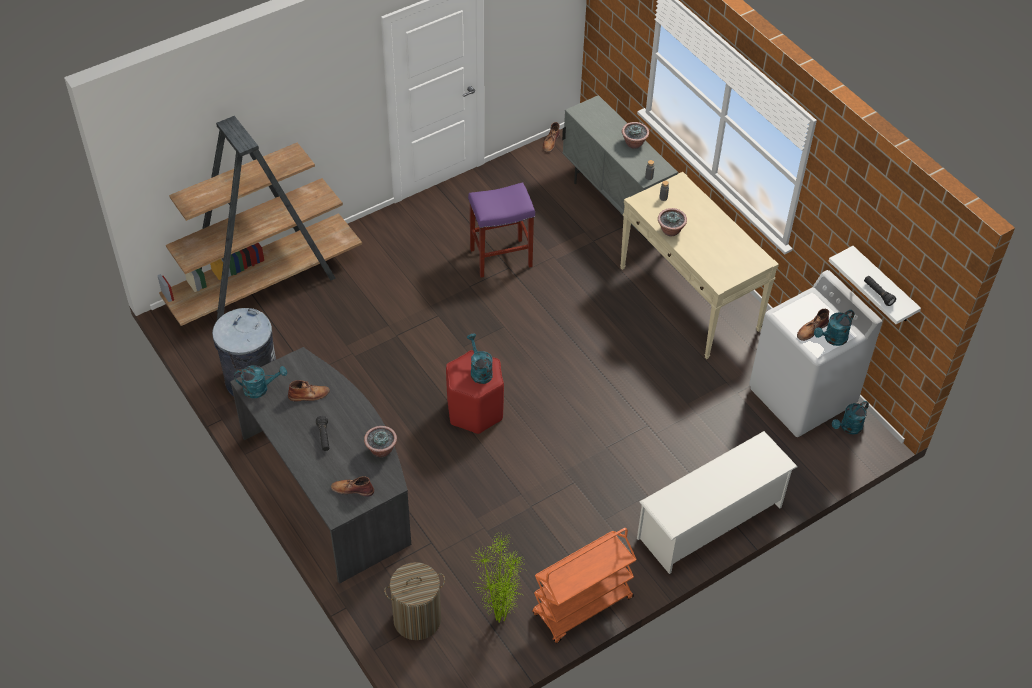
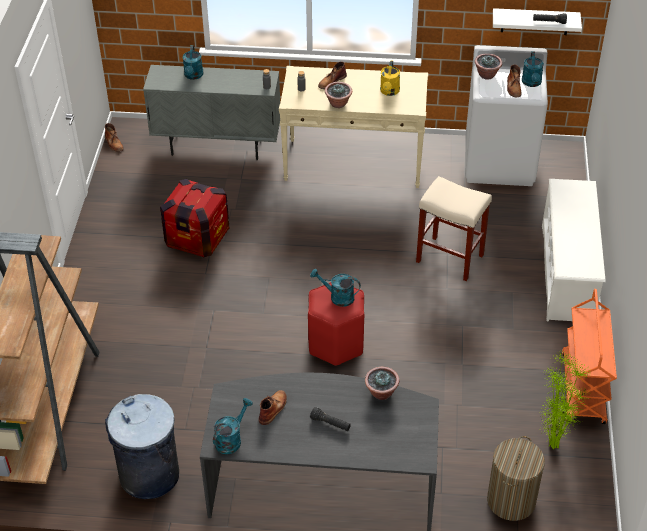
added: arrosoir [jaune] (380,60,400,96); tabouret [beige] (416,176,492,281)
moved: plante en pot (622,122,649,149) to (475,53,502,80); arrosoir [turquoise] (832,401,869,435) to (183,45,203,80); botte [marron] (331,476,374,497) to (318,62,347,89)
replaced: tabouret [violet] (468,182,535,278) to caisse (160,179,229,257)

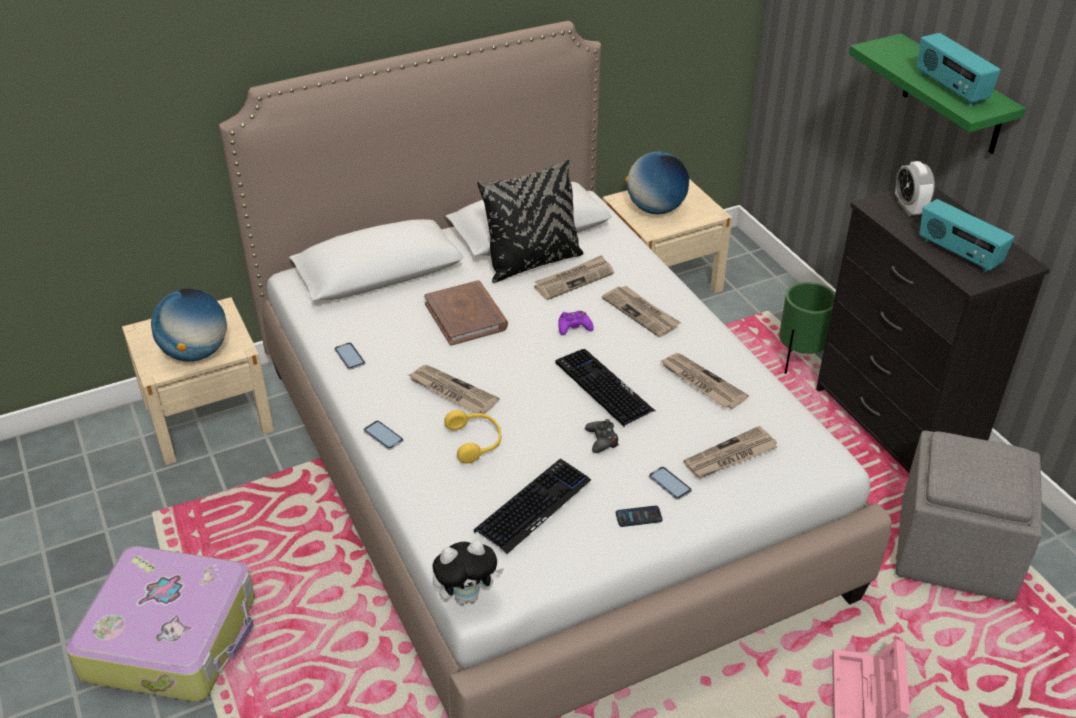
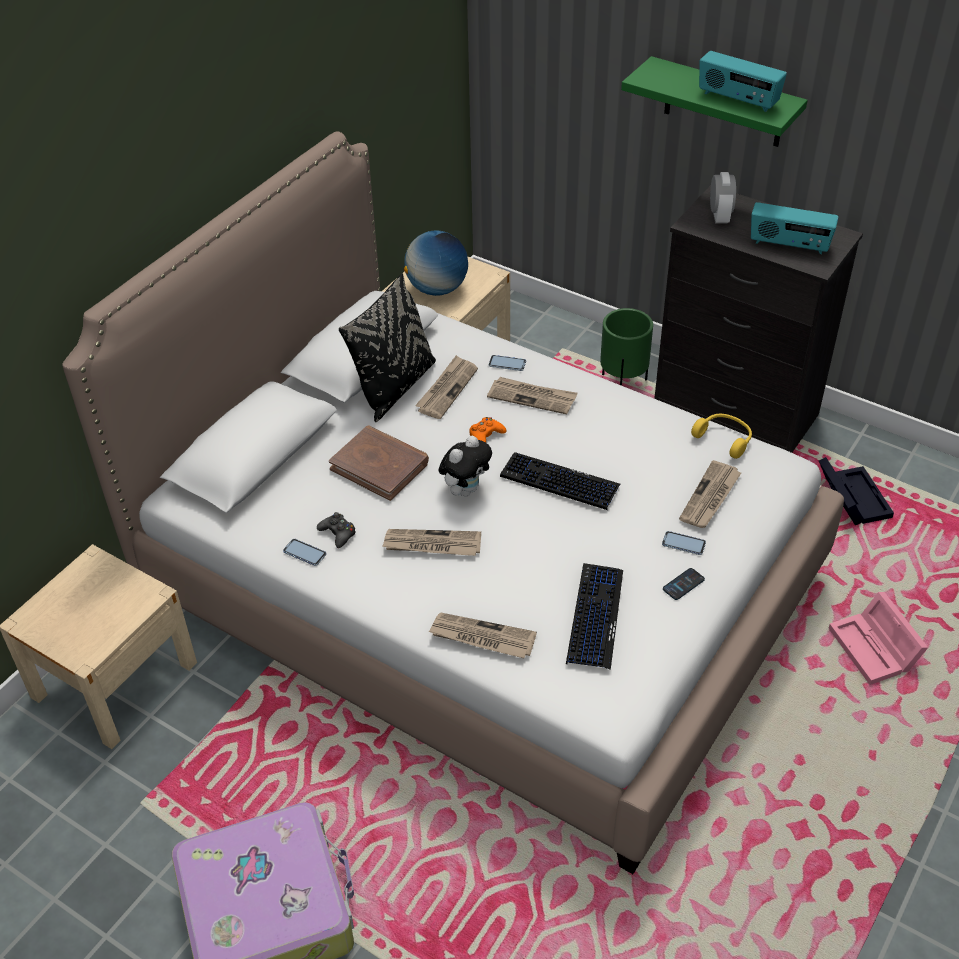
removed: globe (151,289,227,362)
moved: journal (660,353,749,409) to (428,613,537,658); casque audio [jaune] (444,410,501,463) to (691,414,752,459); manette [noir] (585,419,619,453) to (317,512,356,548); téléphone (364,420,403,450) to (489,355,526,371); peluche (433,540,504,605) to (439,436,492,496)
replaced: pouf [gris] (896,431,1042,601) to boîte de rangement [noir] (819,457,894,525)
recoloured: manette [violet] (558,311,594,335) to manette [orange] (470,417,506,443)
turned: réveil (895,161,935,216) = (710,172,736,224) 135 degrees counterclockwise

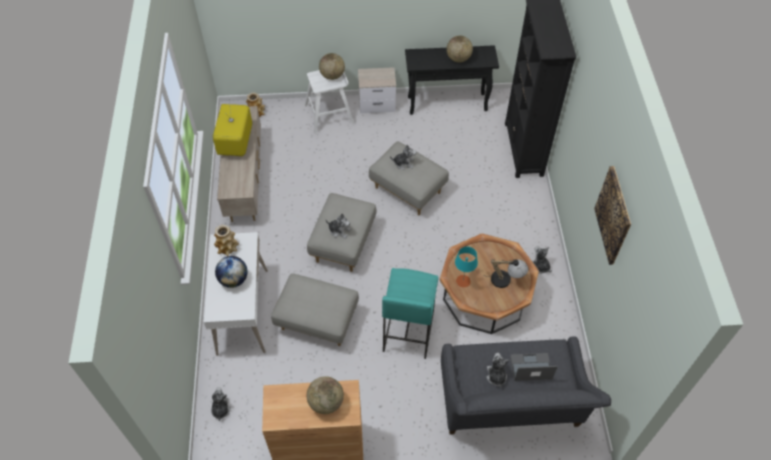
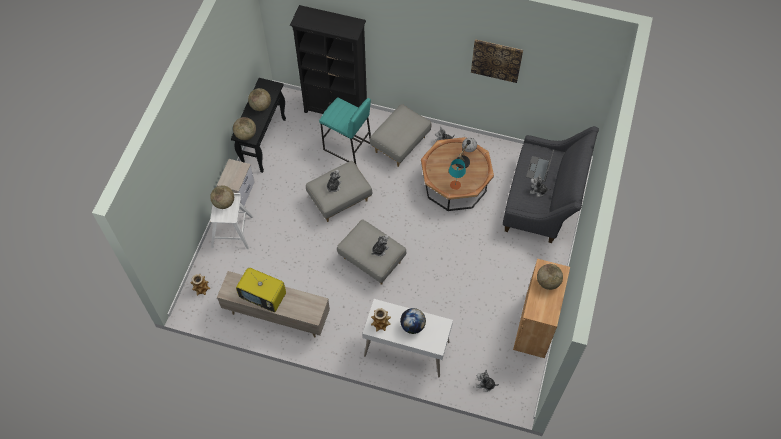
added: globe (233,117,256,140)
moved: tabouret [turquoise] (382,268,438,359) to (319,97,371,166); pouf [gris] (271,273,359,346) to (370,104,431,167)

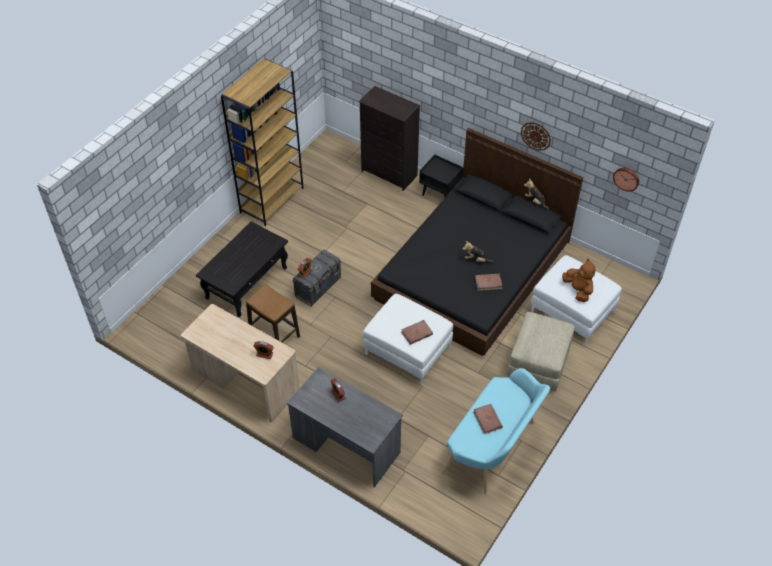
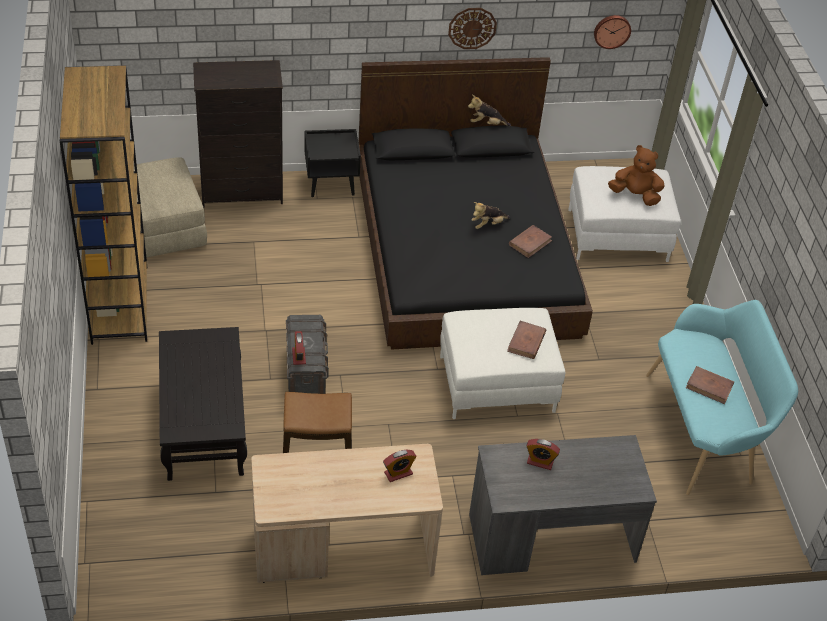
moved: pouf [beige] (507,312,575,391) to (134,157,207,257)

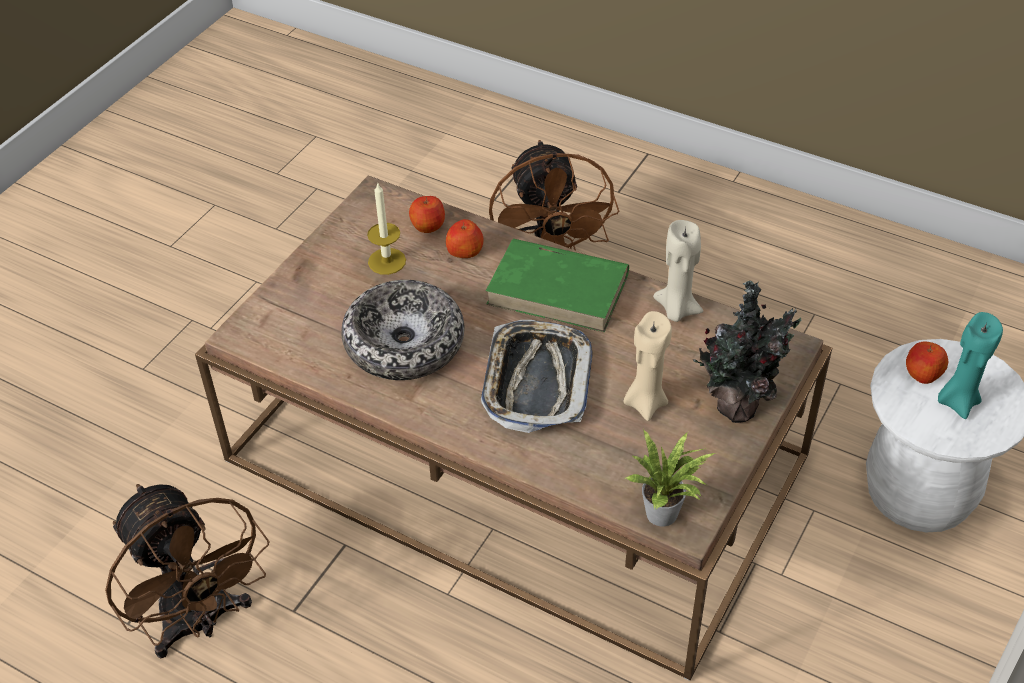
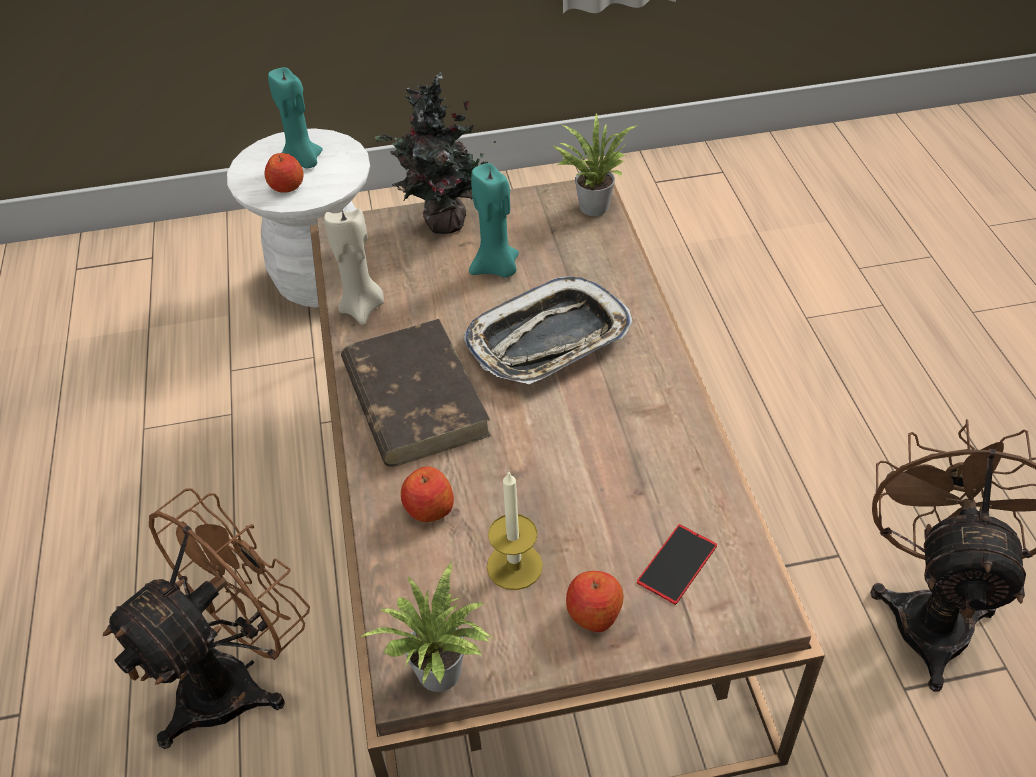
removed: bol (341,280,465,380)
added: téléphone (637,524,717,605); plante en pot (358,562,494,692)
moved: pomme (409,196,445,233) to (566,571,624,632)
recoloured: livre [vert] (486,239,629,333) to livre [marron] (341,319,491,467); bougie [beige] (624,311,672,421) to bougie [turquoise] (469,163,519,277)

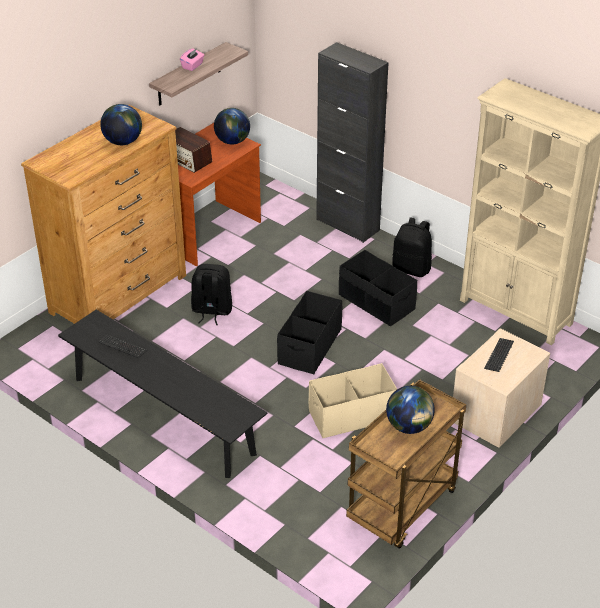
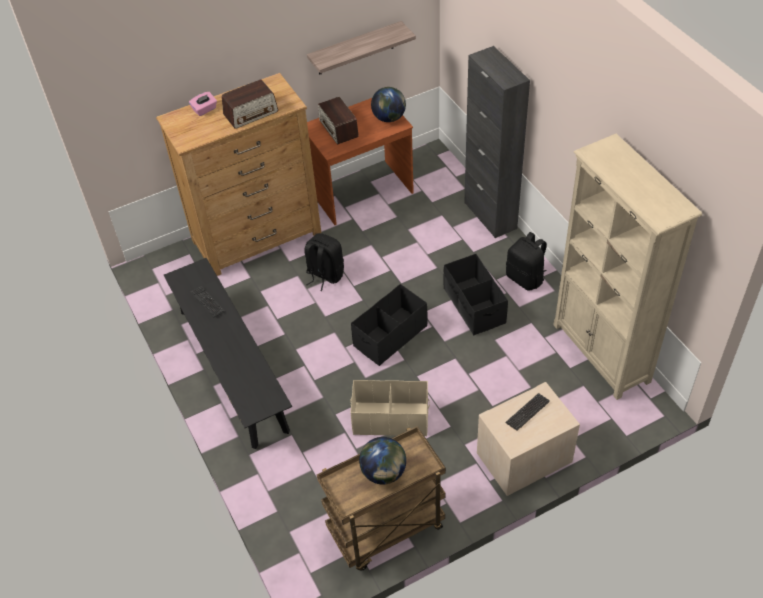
moved: boîte à mouchoirs [rose] (180,48,204,71) to (189,92,217,116)
replaced: globe (100,104,142,145) to radio (222,80,278,129)

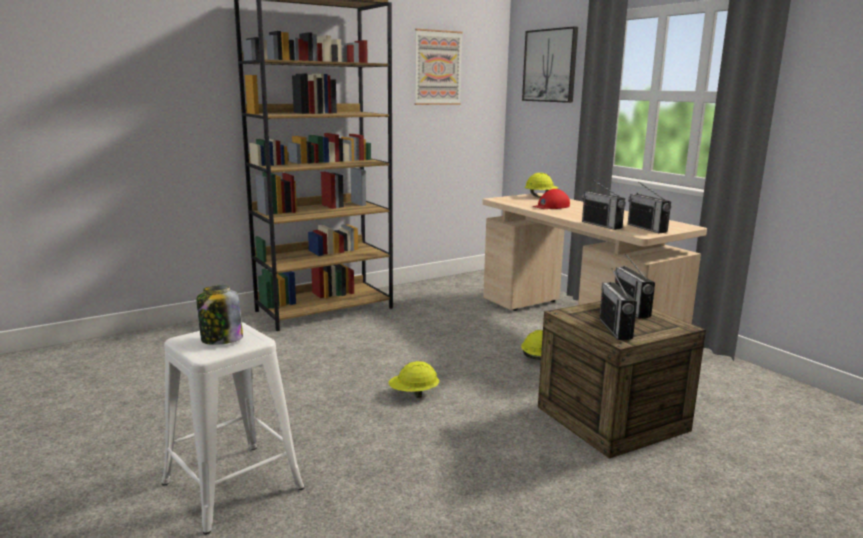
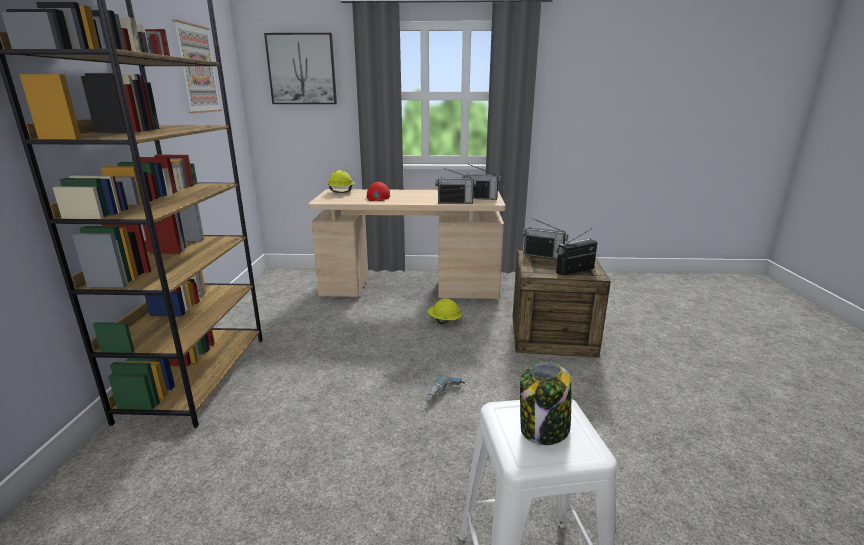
replaced: casque de chantier [jaune] (389,361,439,398) to perceuse (426,376,465,403)
turned: radio (599,268,637,340) = (556,228,597,276) 120 degrees clockwise

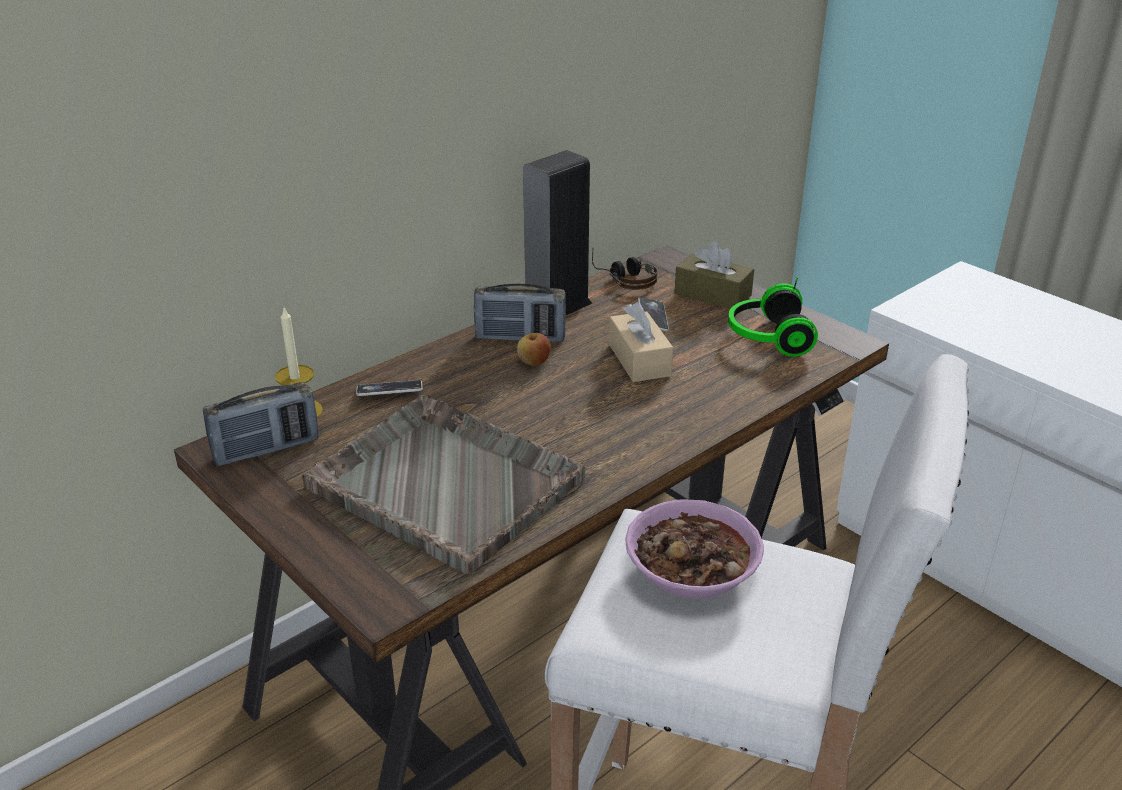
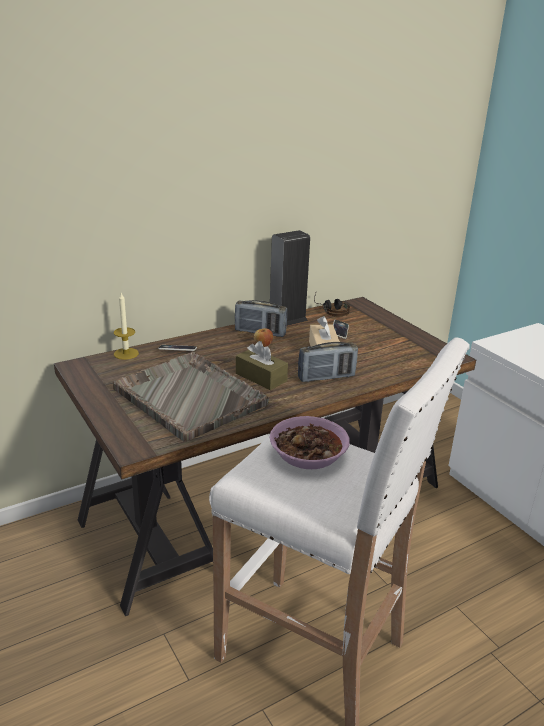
removed: casque audio (728,278,818,357)
moved: boîte à mouchoirs [marron] (674,242,754,309) to (236,341,288,390); radio (203,382,319,466) to (298,342,358,382)

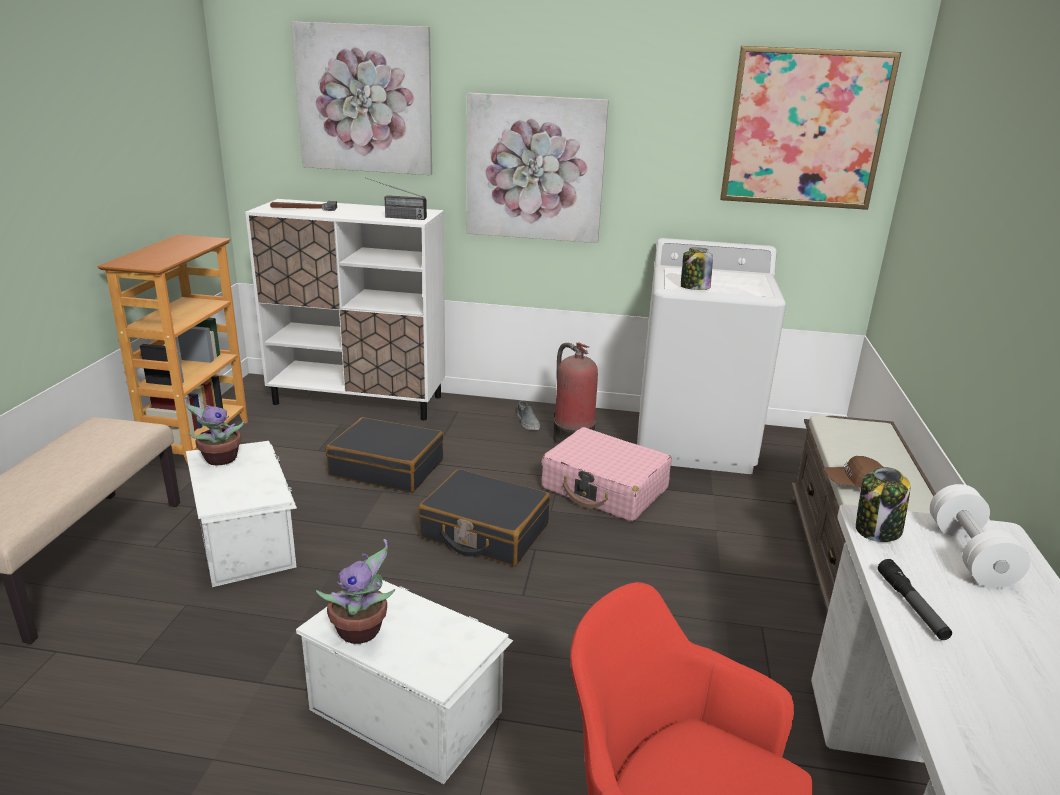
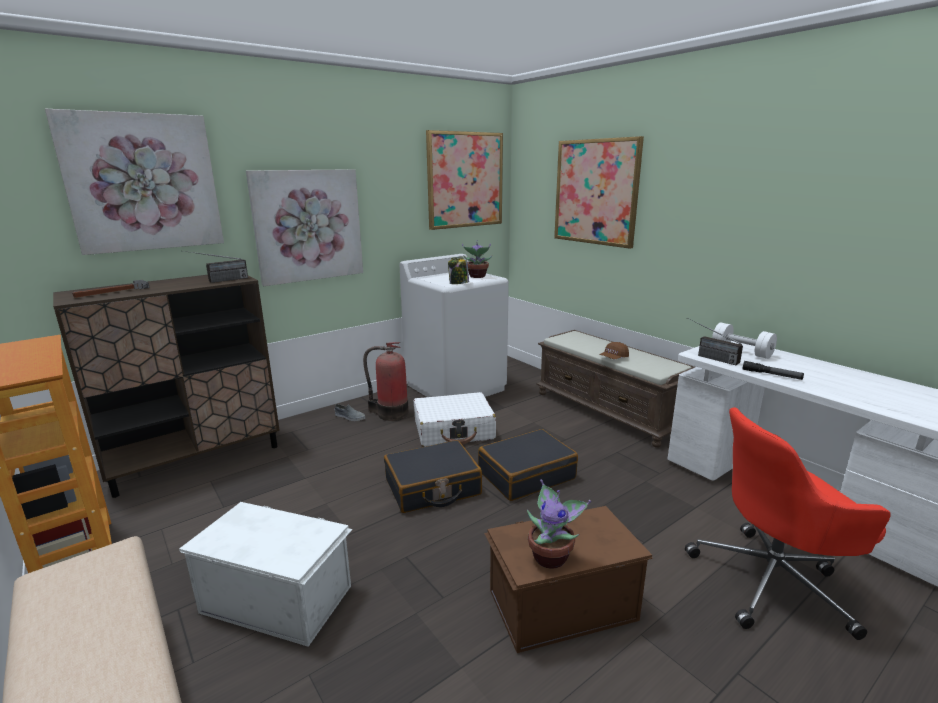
added: tableau (554,136,644,249)
moved: plante en pot (185,398,245,465) to (462,243,492,278); valise [noir] (326,417,444,493) to (478,429,578,501)
replaced: bocal (856,467,910,542) to radio (690,319,743,365)
recoloured: meuble de rangement [blanc] (245,199,445,420) to meuble de rangement [marron] (53,275,280,498); valise [rose] (541,427,672,522) to valise [blanc] (414,392,496,447); boîte de rangement [blanc] (296,580,513,784) to boîte de rangement [marron] (484,506,653,653)

